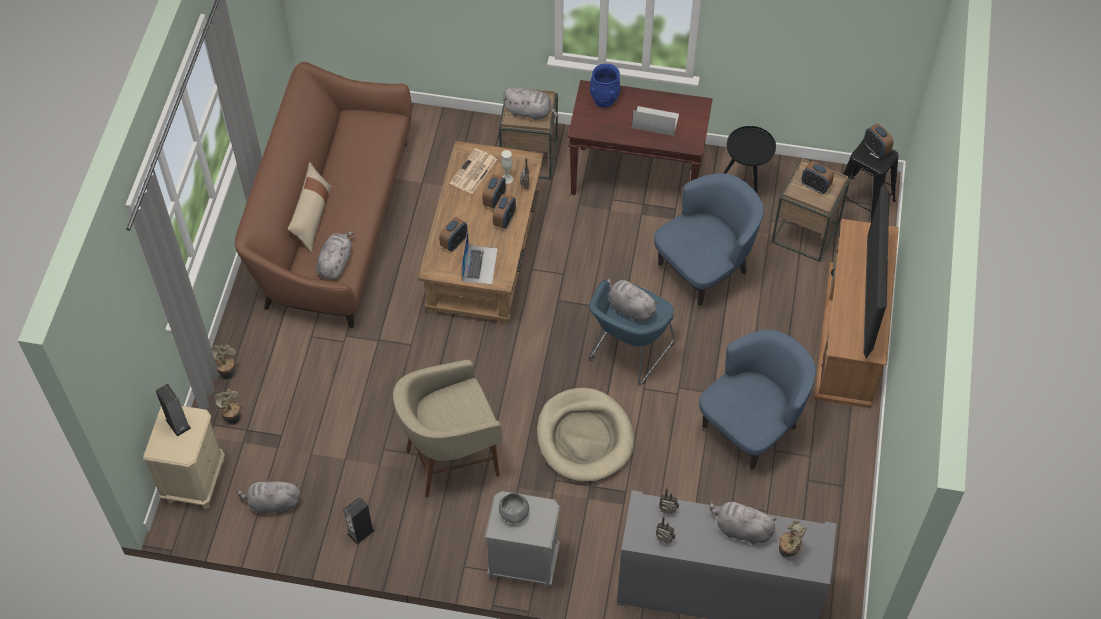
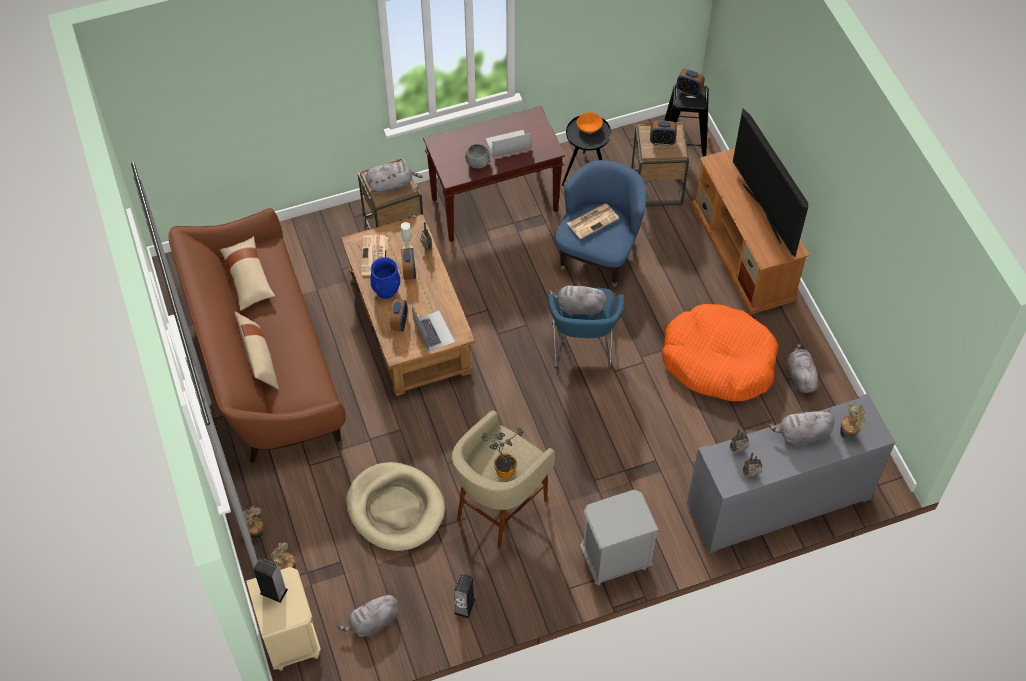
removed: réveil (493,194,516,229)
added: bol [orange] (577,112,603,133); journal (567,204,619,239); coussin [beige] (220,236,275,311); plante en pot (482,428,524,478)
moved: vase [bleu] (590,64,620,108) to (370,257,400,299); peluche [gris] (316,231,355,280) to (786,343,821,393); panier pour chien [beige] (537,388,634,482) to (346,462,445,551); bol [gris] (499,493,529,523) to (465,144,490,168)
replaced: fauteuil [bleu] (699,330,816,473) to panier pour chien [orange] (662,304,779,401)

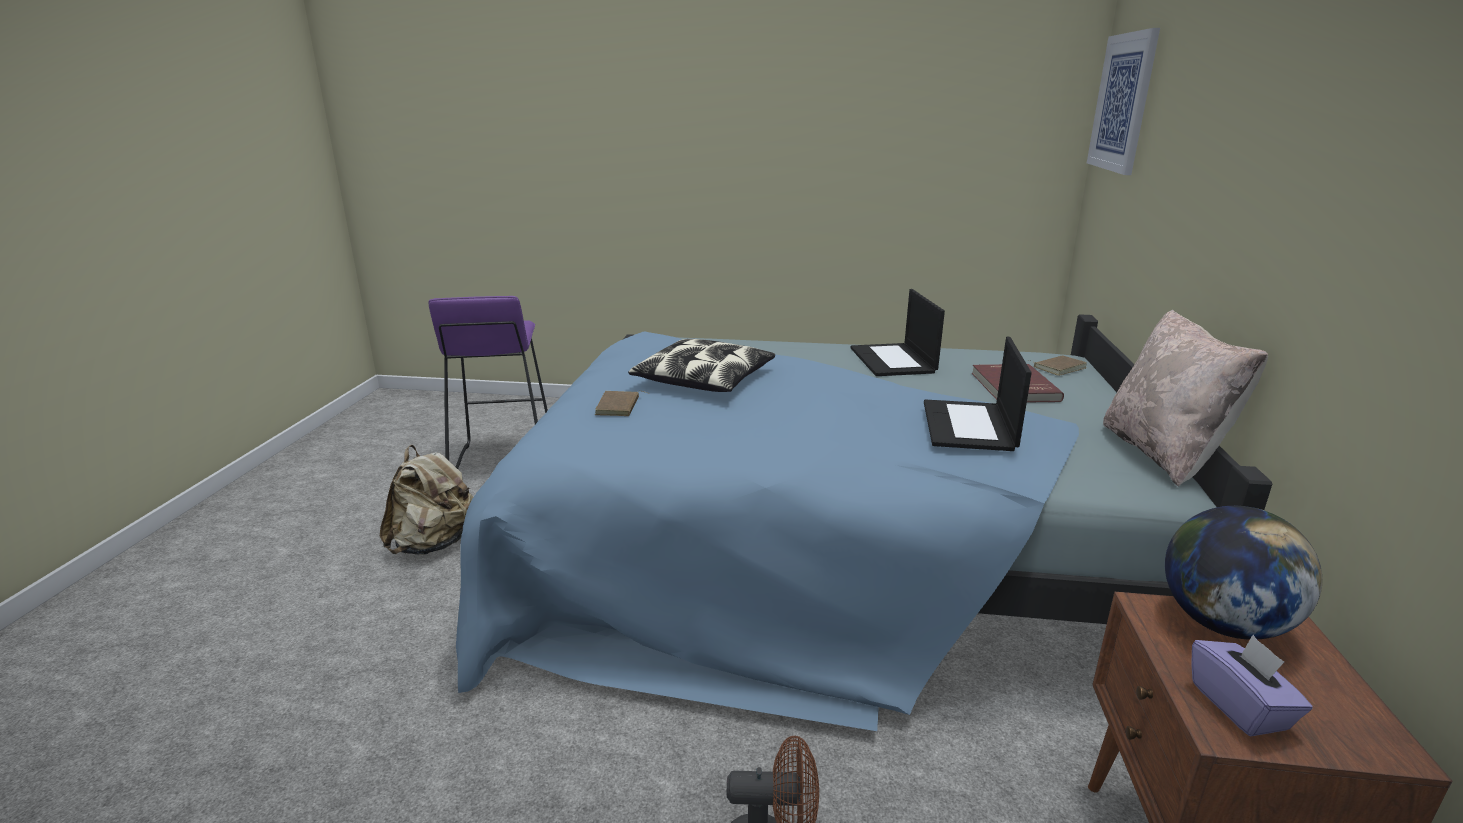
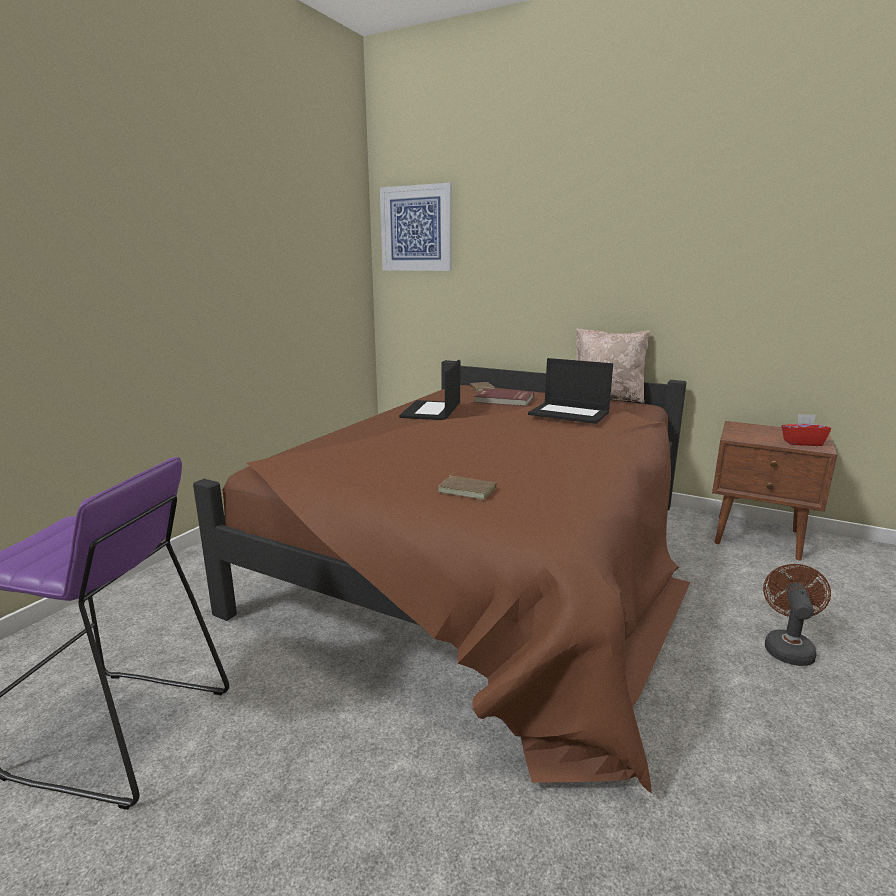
removed: coussin (628,339,775,392); sac à dos [beige] (380,445,473,555); globe (1165,506,1322,640)
recoloured: lit [bleu] (456,314,1272,731) to lit [marron] (193,360,690,794); boîte à mouchoirs [violet] (1191,635,1313,737) to boîte à mouchoirs [rouge] (782,414,831,446)
turned: ordinateur portable (851,289,945,376) = (399,360,461,420) 90 degrees clockwise

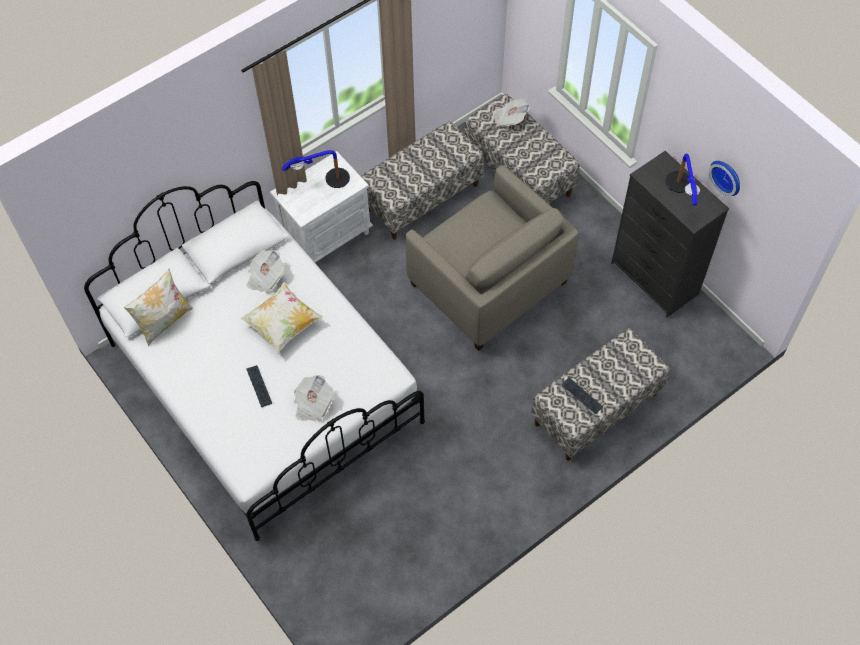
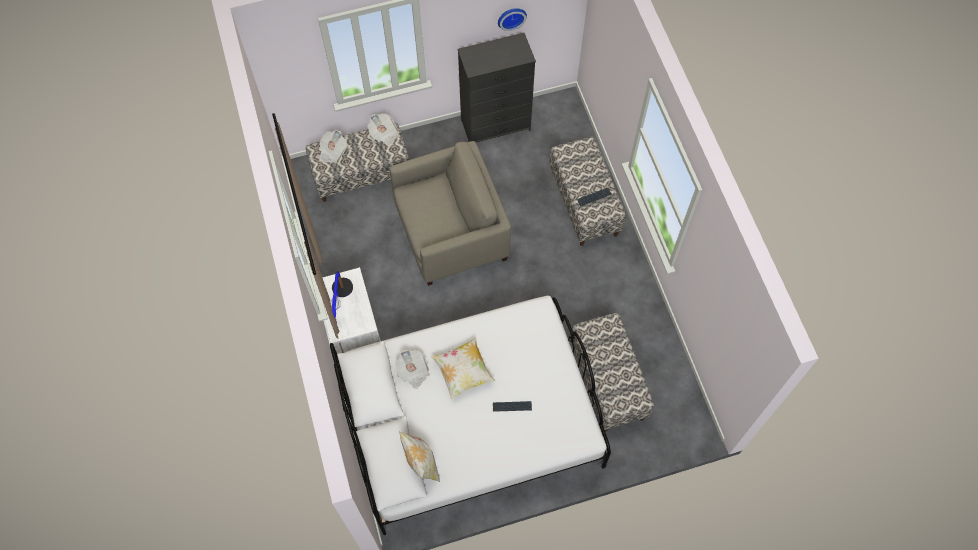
removed: lampe de table (665,154,700,205)
moved: banc (361,121,484,240) to (570,313,654,432); journal (294,375,334,421) to (367,113,399,146)

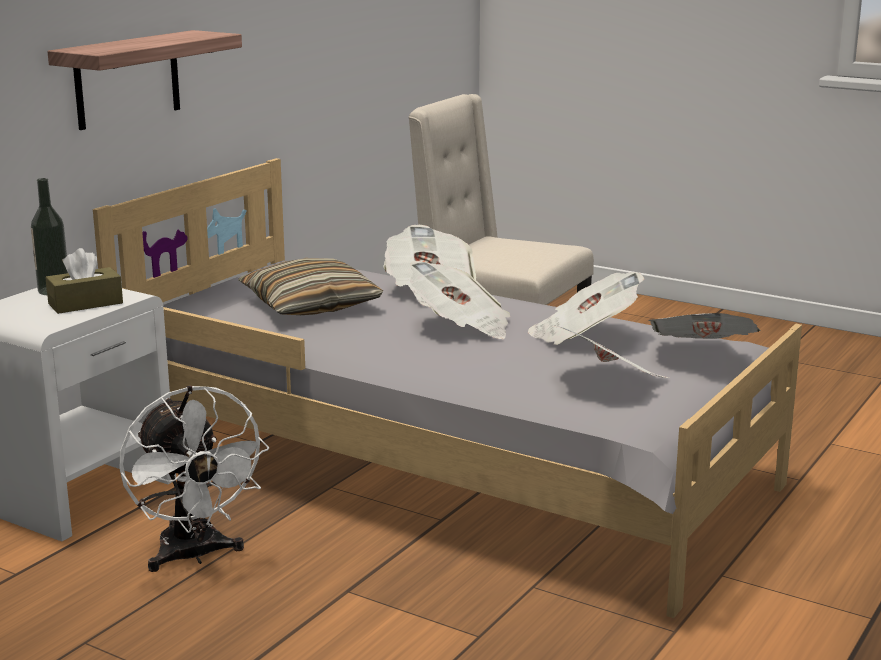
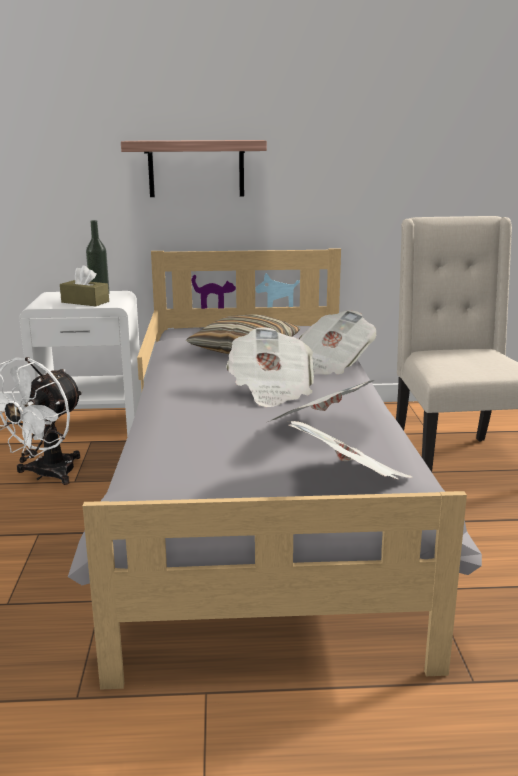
removed: journal (553,325,669,378)

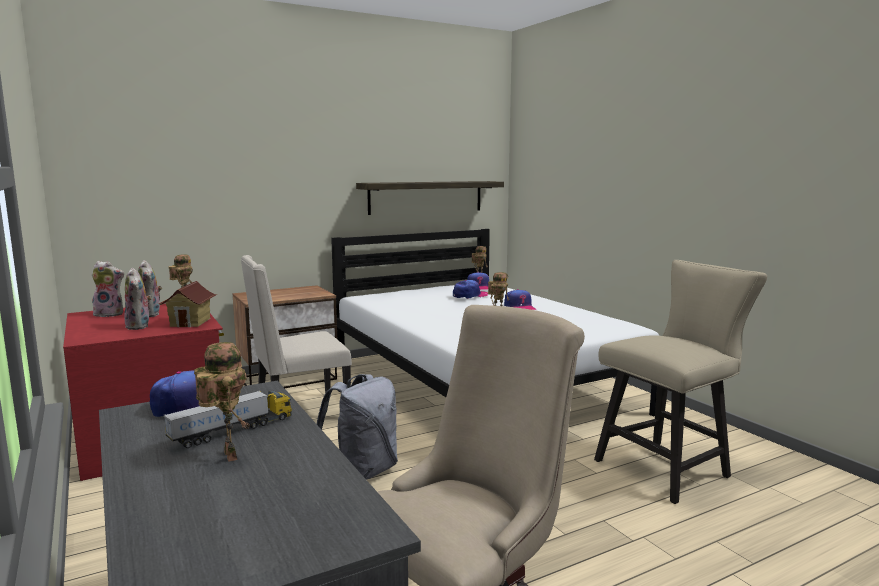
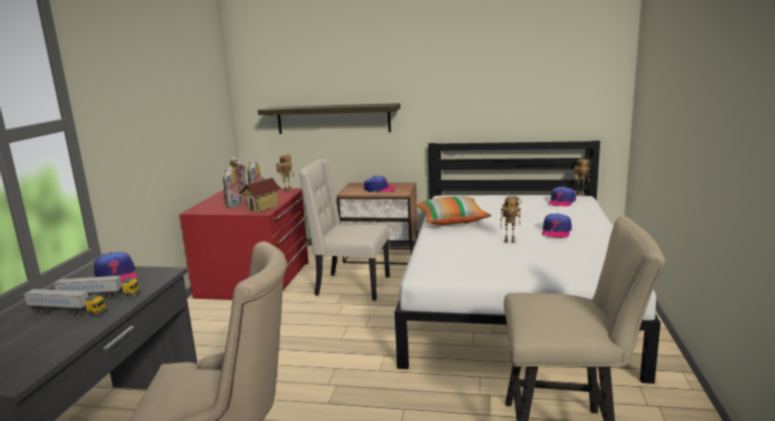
removed: sac à dos [gris] (317,374,398,480)
added: coussin (415,196,491,225)
moved: étagère (356,181,504,215) to (258,103,400,134); casquette (453,280,488,299) to (364,175,397,192)
replaced: robot jouet (194,342,250,462) to camion jouet (23,289,106,316)

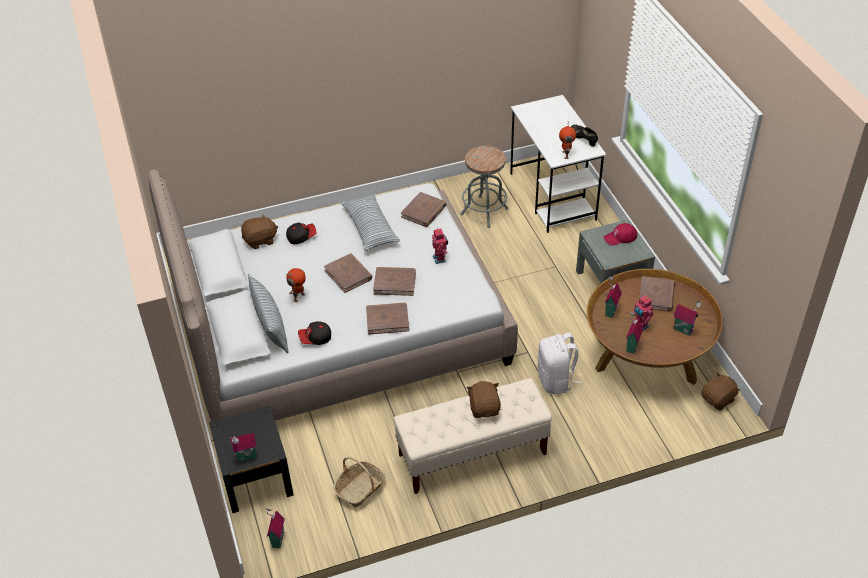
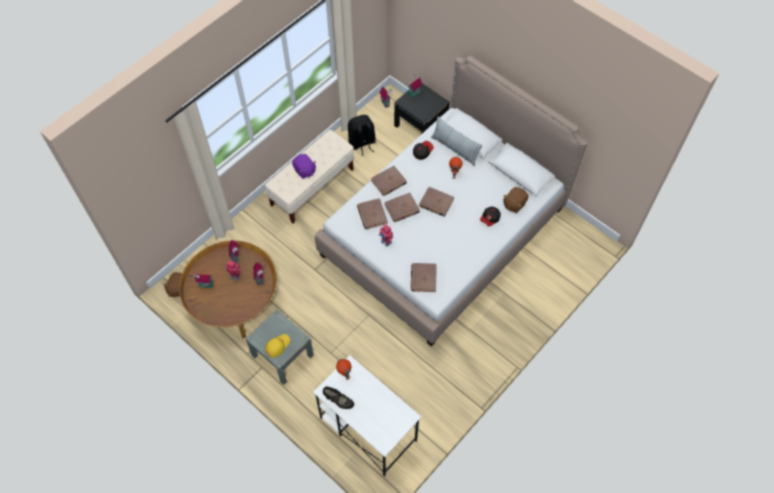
removed: tabouret [gris] (460,146,509,228); coussin (340,194,400,251); sac à dos [blanc] (538,332,582,394)
moved: livre [marron] (640,276,675,312) to (357,198,388,229)
replaced: panier (333,457,385,508) to sac à dos [noir] (348,115,376,156)
recoloured: casquette [rouge] (604,223,637,245) to casquette [jaune] (265,334,290,358); peluche [marron] (466,381,501,418) to peluche [violet] (292,154,316,179)

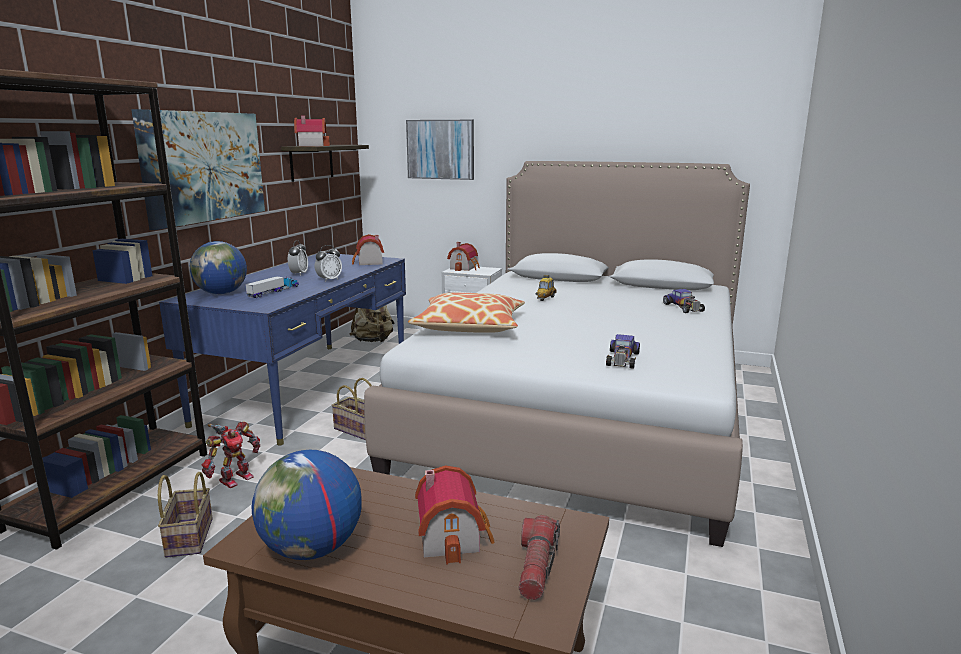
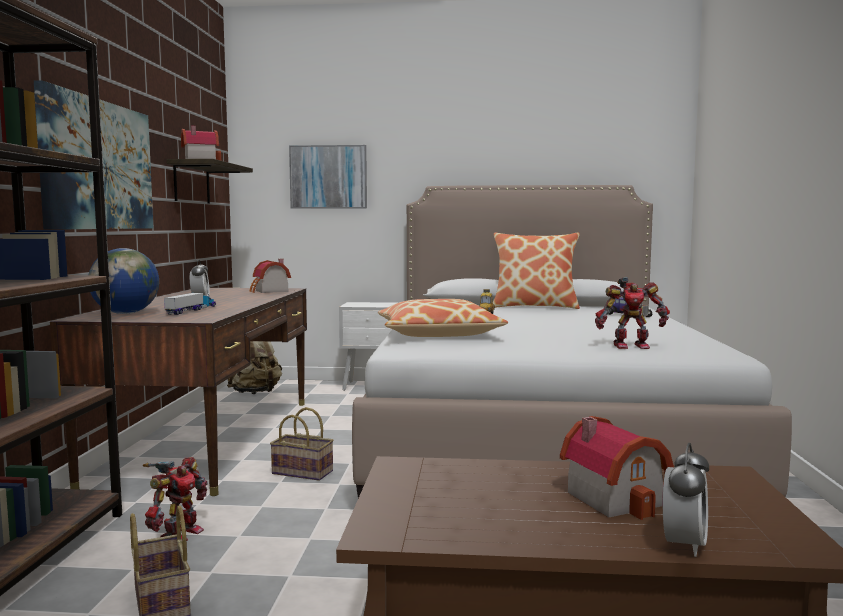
removed: maison miniature (447,242,480,271); globe (252,450,362,560); lampe de poche (519,515,560,600)
added: coussin (493,233,580,309)
moved: réveil (315,245,342,282) to (663,443,709,557)
replaced: petite voiture (606,334,640,369) to robot jouet (595,277,670,349)
recoloured: bureau [bleu] (159,253,406,446) to bureau [marron] (50,288,307,496)

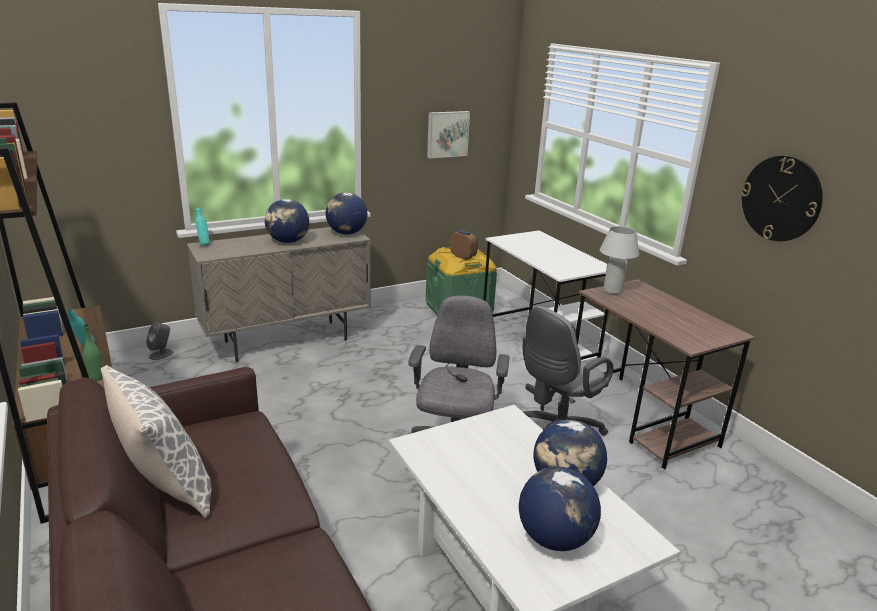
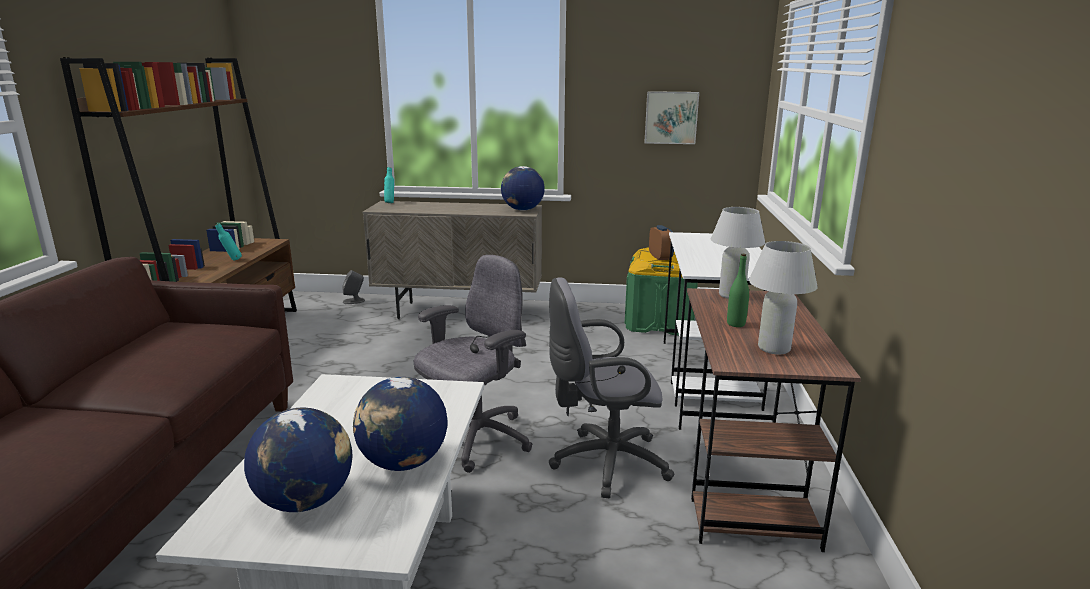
removed: horloge murale (741,155,823,241); globe (265,199,309,243); coussin (101,365,211,518)
added: lampe de table [blanc] (749,241,818,354)
moved: bouteille [vert] (83,324,103,381) to (727,254,749,327)

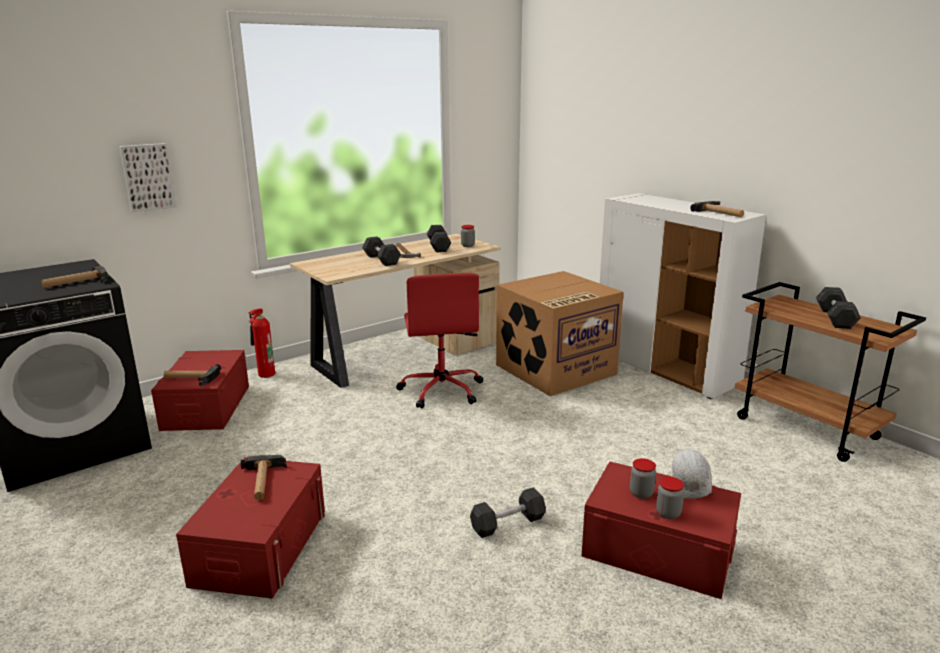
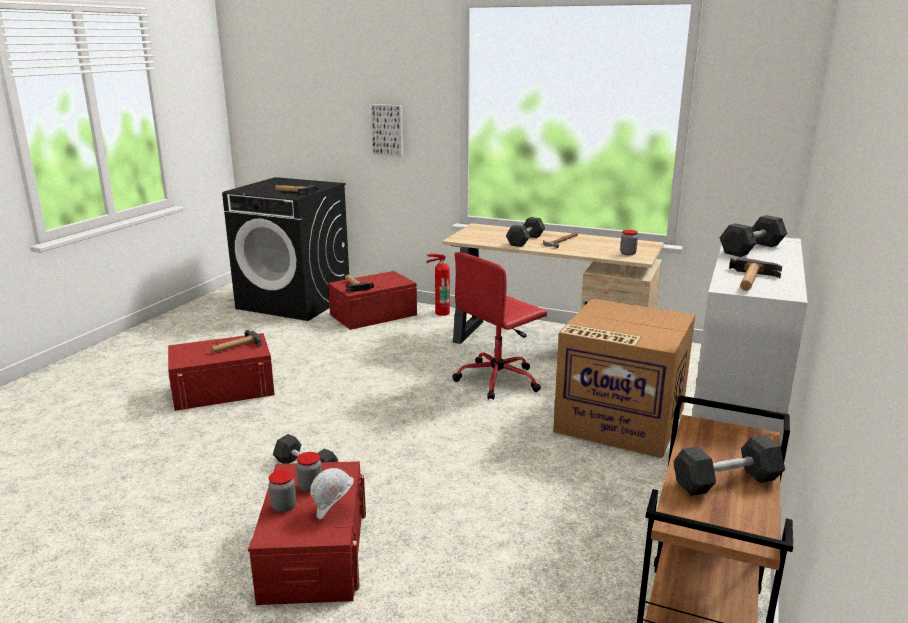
moved: haltère [gris] (427,225,451,252) to (720,215,787,257)

